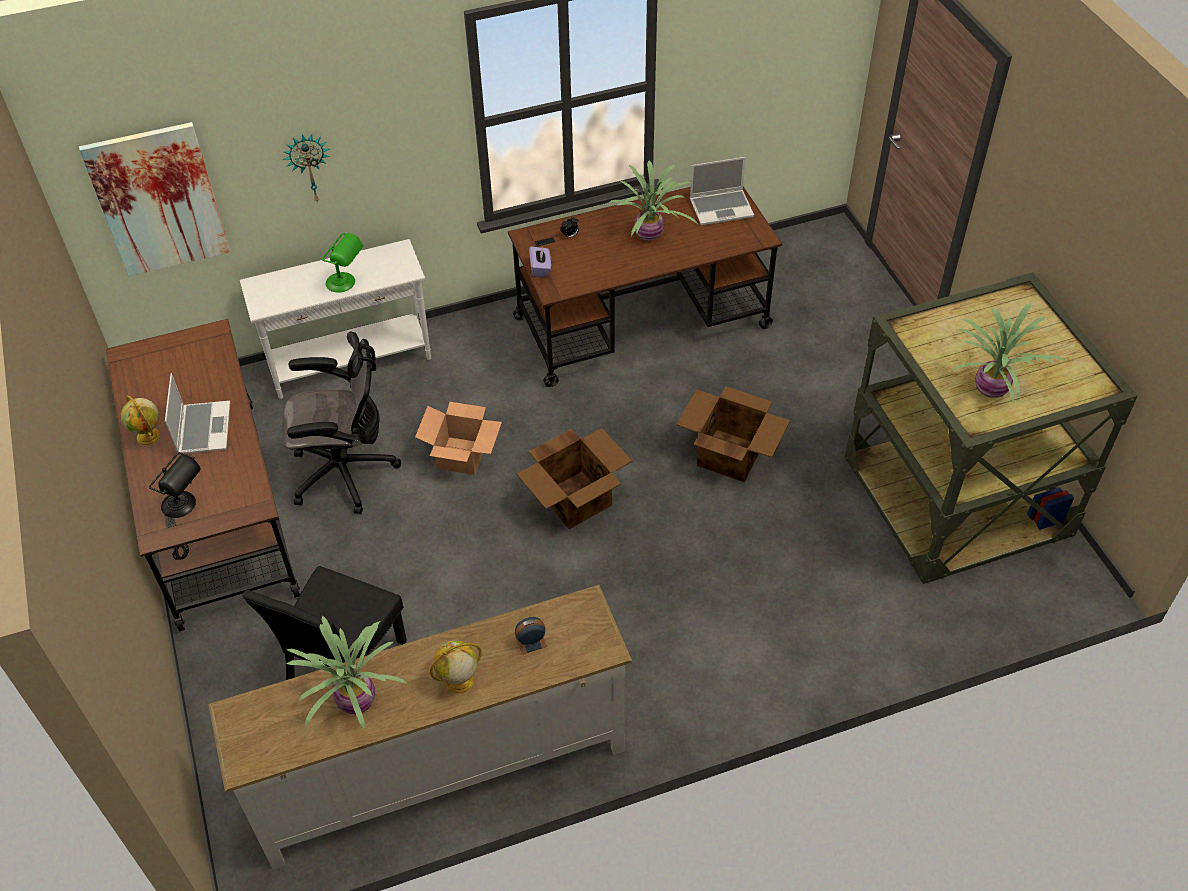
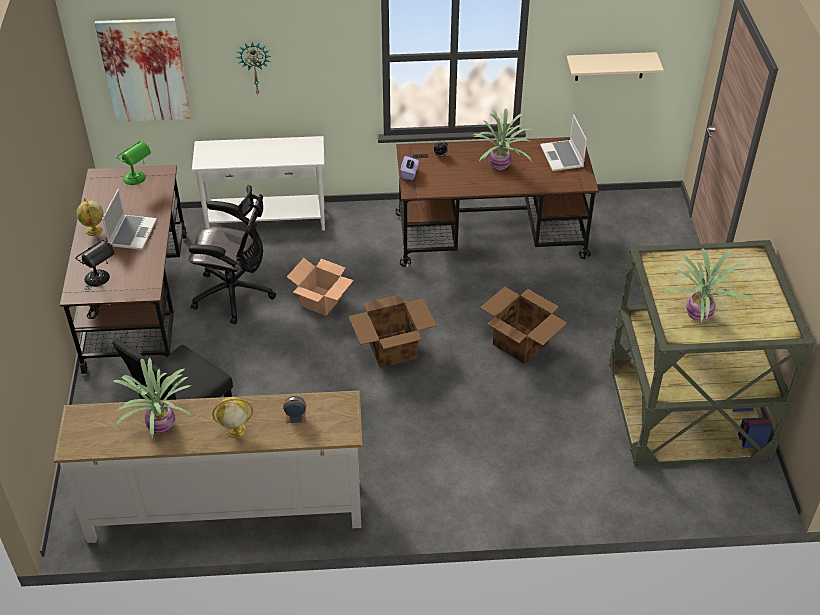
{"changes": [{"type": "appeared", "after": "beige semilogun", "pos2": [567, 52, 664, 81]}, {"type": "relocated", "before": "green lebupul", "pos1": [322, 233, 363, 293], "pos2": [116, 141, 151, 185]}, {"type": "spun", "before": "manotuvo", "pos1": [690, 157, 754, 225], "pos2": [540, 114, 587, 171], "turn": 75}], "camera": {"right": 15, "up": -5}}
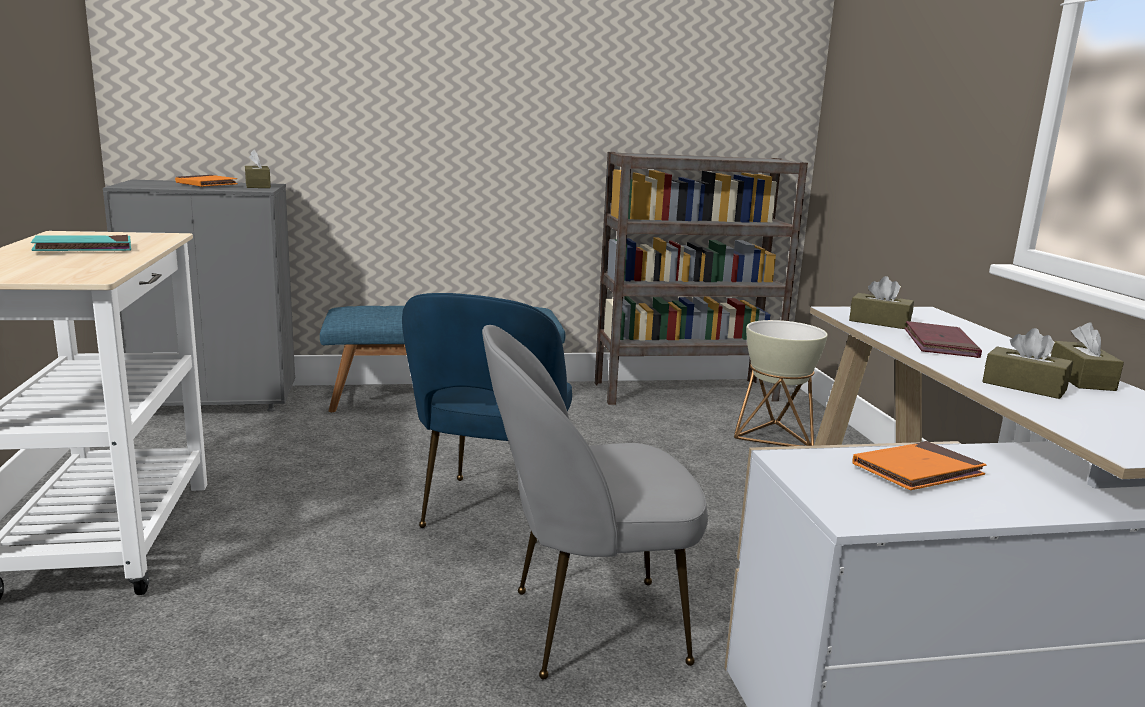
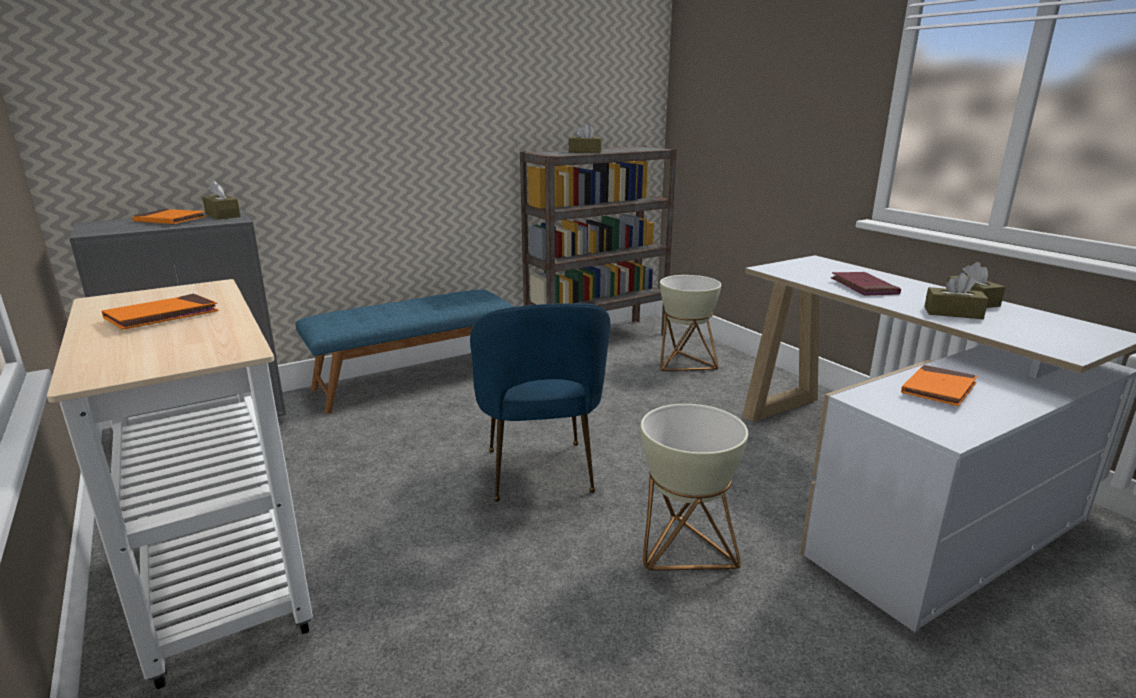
{"changes": [{"type": "relocated", "before": "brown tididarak", "pos1": [849, 276, 914, 329], "pos2": [568, 124, 602, 153]}, {"type": "exchanged", "before": "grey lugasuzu", "after": "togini", "pos1": [482, 325, 708, 680], "pos2": [640, 404, 748, 571]}, {"type": "colour", "before": "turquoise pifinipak", "after": "orange pifinipak", "pos1": [31, 235, 131, 251], "pos2": [102, 294, 219, 330]}], "camera": {"right": -20, "up": 5}}
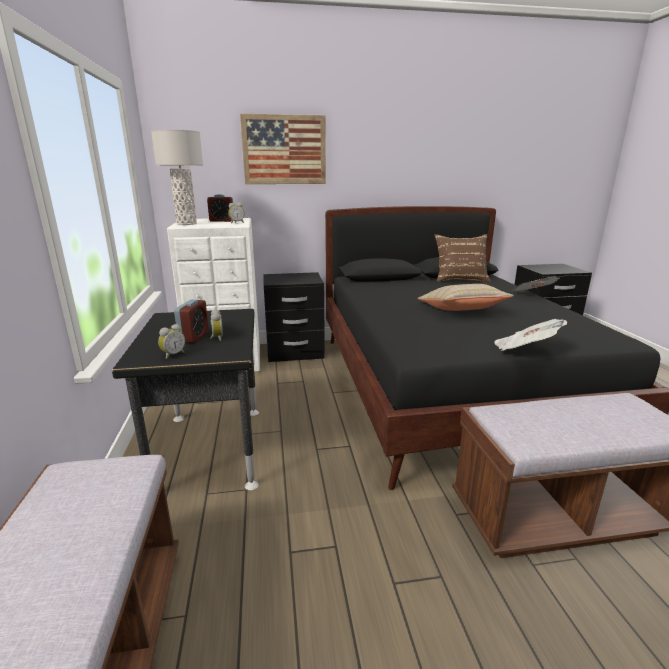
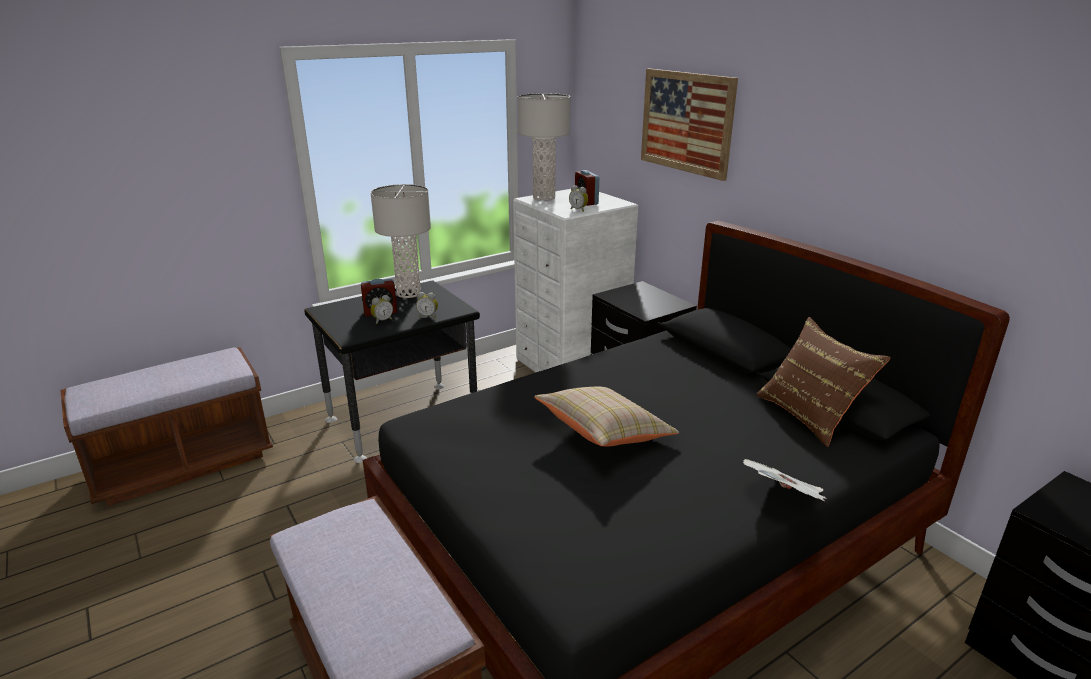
{"changes": [{"type": "missing", "before": "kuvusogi", "pos1": [495, 319, 567, 351]}, {"type": "appeared", "after": "white lebupul", "pos2": [370, 184, 431, 298]}, {"type": "relocated", "before": "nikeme", "pos1": [158, 324, 185, 359], "pos2": [416, 292, 438, 318]}], "camera": {"right": 65, "up": 5}}
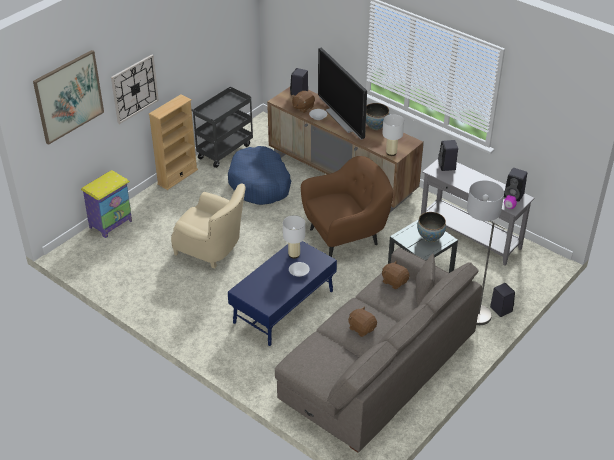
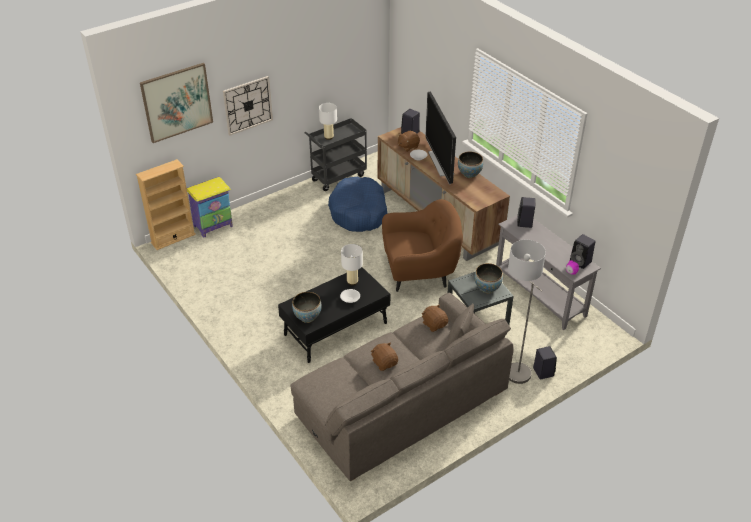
{"changes": [{"type": "missing", "before": "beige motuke", "pos1": [171, 184, 246, 268]}, {"type": "appeared", "after": "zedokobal", "pos2": [292, 292, 322, 323]}, {"type": "relocated", "before": "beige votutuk", "pos1": [149, 94, 198, 190], "pos2": [136, 159, 196, 250]}, {"type": "relocated", "before": "white lebupul", "pos1": [383, 114, 404, 156], "pos2": [319, 103, 337, 140]}, {"type": "colour", "before": "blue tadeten", "after": "black tadeten", "pos1": [228, 241, 337, 346], "pos2": [278, 267, 391, 363]}], "camera": {"right": 15, "up": 0}}
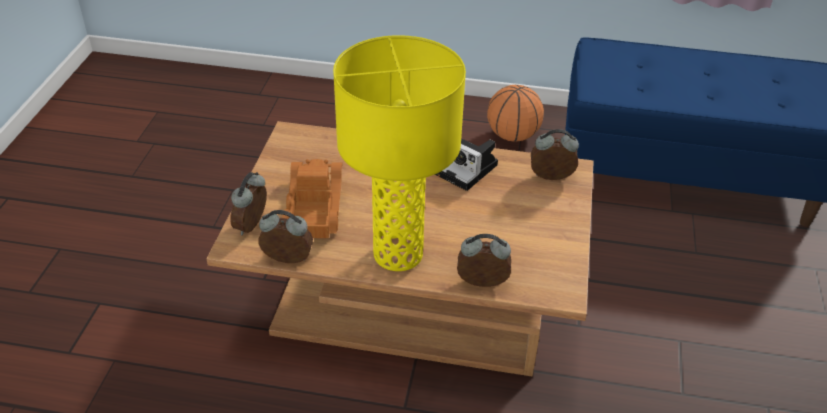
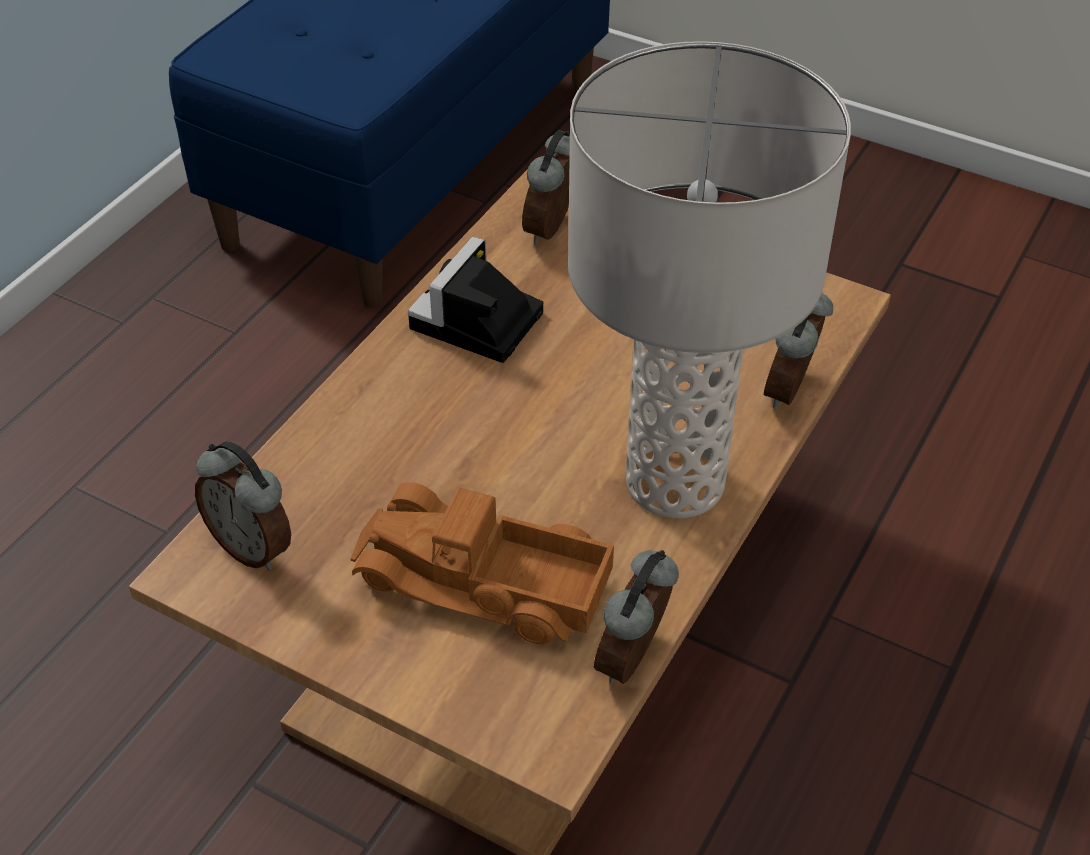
{"changes": [{"type": "missing", "before": "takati", "pos1": [487, 85, 544, 142]}, {"type": "relocated", "before": "nikeme", "pos1": [230, 172, 267, 235], "pos2": [195, 441, 291, 570]}, {"type": "colour", "before": "yellow lebupul", "after": "white lebupul", "pos1": [333, 35, 466, 271], "pos2": [568, 41, 851, 518]}, {"type": "spun", "before": "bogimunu", "pos1": [435, 139, 498, 191], "pos2": [408, 237, 543, 363], "turn": 150}], "camera": {"right": -70, "up": 5}}
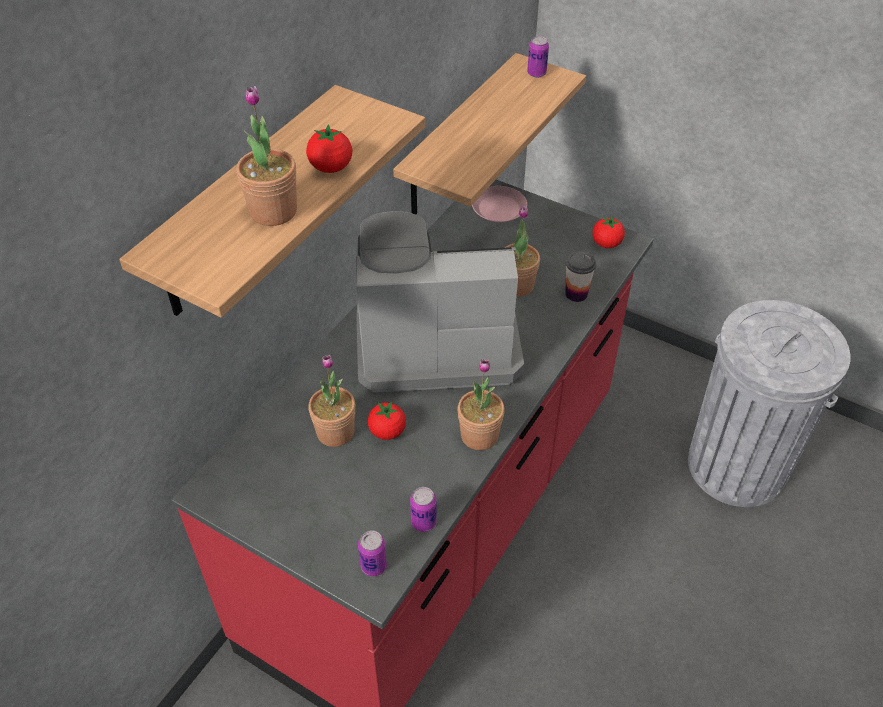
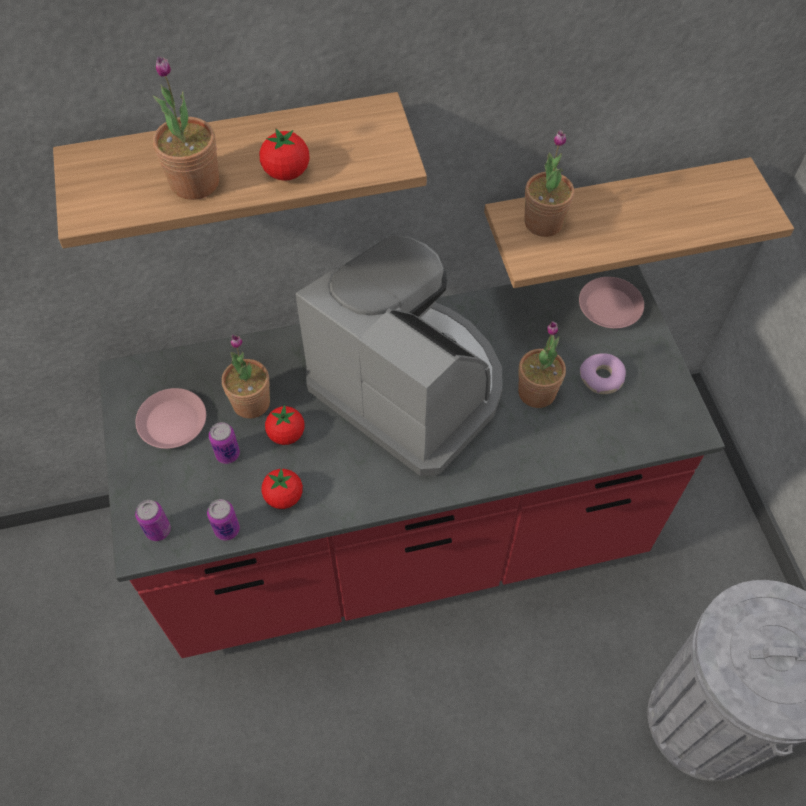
{"changes": [{"type": "missing", "before": "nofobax", "pos1": [565, 251, 596, 302]}, {"type": "appeared", "after": "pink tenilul", "pos2": [136, 388, 206, 449]}, {"type": "appeared", "after": "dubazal", "pos2": [580, 353, 626, 394]}, {"type": "relocated", "before": "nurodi", "pos1": [457, 359, 505, 450], "pos2": [524, 130, 574, 237]}, {"type": "relocated", "before": "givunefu", "pos1": [527, 36, 549, 78], "pos2": [209, 422, 240, 464]}, {"type": "relocated", "before": "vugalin", "pos1": [592, 215, 625, 248], "pos2": [261, 468, 303, 509]}], "camera": {"right": 45, "up": 10}}
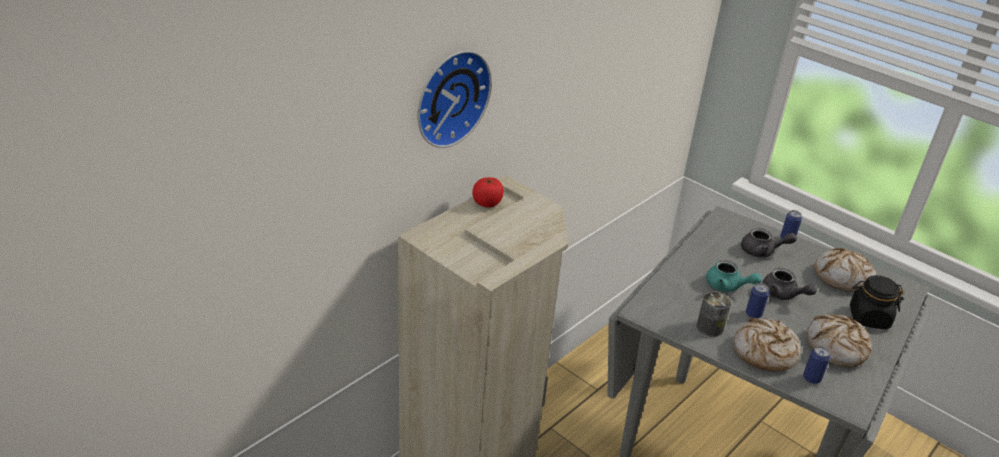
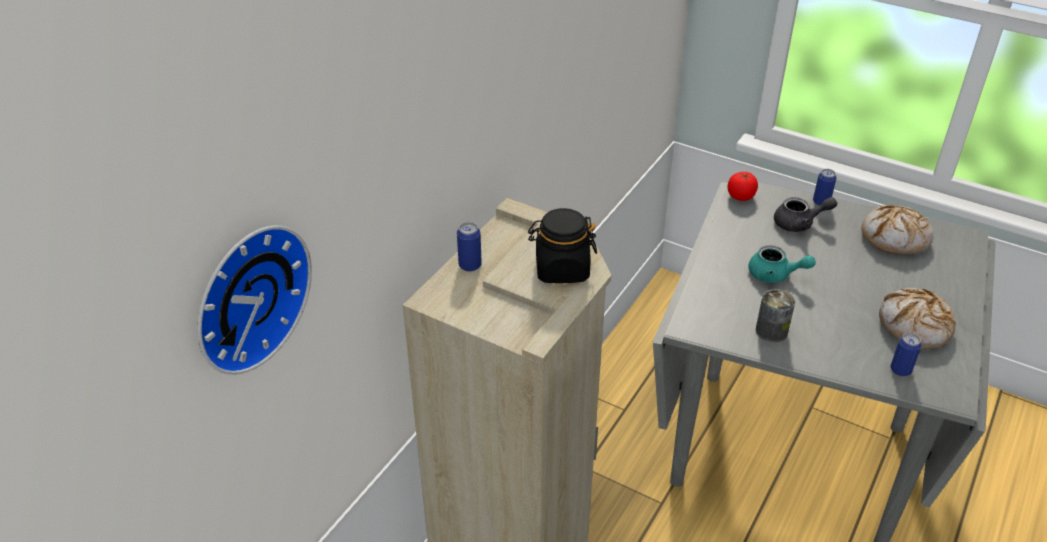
{"changes": [{"type": "missing", "before": "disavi", "pos1": [733, 318, 801, 372]}, {"type": "missing", "before": "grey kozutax", "pos1": [762, 268, 817, 300]}, {"type": "relocated", "before": "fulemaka", "pos1": [417, 50, 492, 148], "pos2": [197, 225, 312, 375]}, {"type": "relocated", "before": "vugalin", "pos1": [472, 177, 504, 207], "pos2": [728, 172, 758, 201]}, {"type": "relocated", "before": "givunefu", "pos1": [746, 283, 769, 318], "pos2": [457, 222, 482, 272]}, {"type": "relocated", "before": "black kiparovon", "pos1": [850, 275, 904, 329], "pos2": [528, 208, 597, 283]}], "camera": {"right": -10, "up": 5}}
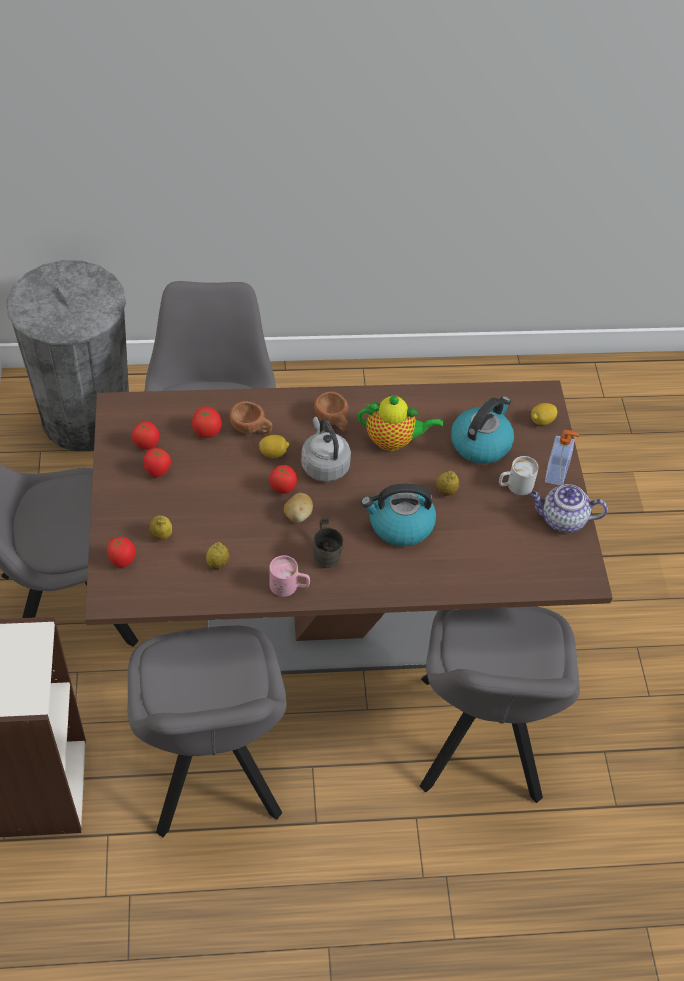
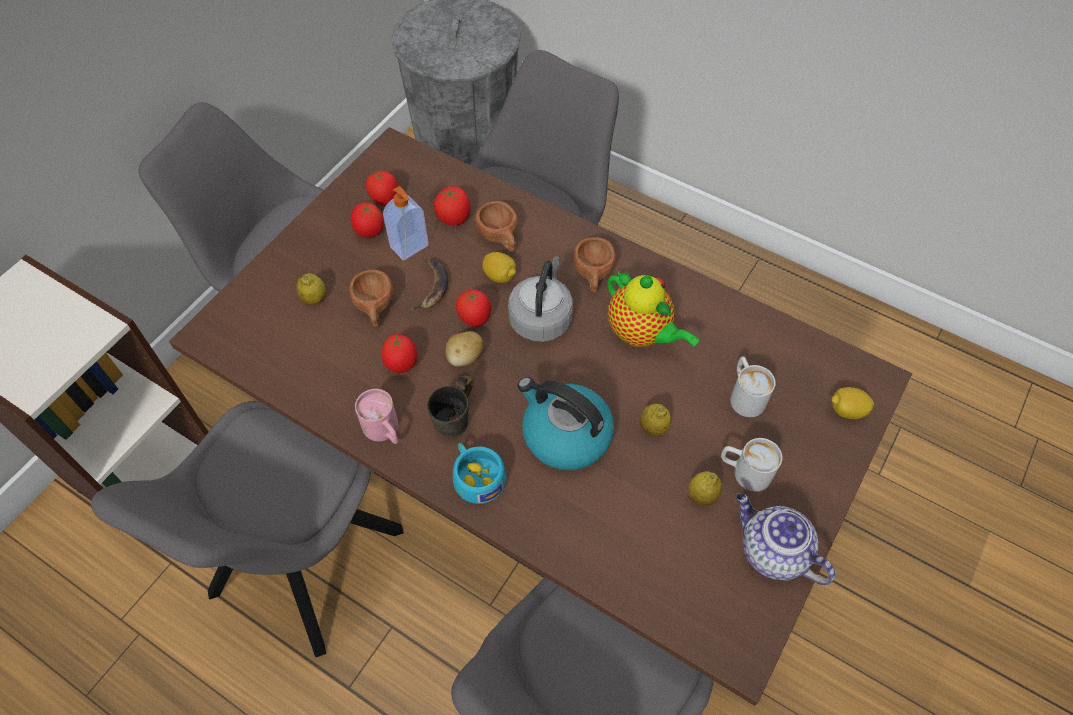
{"changes": [{"type": "appeared", "after": "brown nofobax", "pos2": [349, 269, 393, 328]}, {"type": "appeared", "after": "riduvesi", "pos2": [409, 259, 448, 311]}, {"type": "appeared", "after": "turquoise nofobax", "pos2": [453, 443, 506, 504]}, {"type": "relocated", "before": "vugalin", "pos1": [107, 537, 136, 567], "pos2": [381, 334, 417, 373]}, {"type": "relocated", "before": "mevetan", "pos1": [206, 542, 229, 569], "pos2": [688, 471, 722, 506]}, {"type": "relocated", "before": "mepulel", "pos1": [545, 430, 579, 486], "pos2": [383, 186, 429, 260]}, {"type": "exchanged", "before": "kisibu", "after": "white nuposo", "pos1": [451, 396, 514, 464], "pos2": [730, 357, 776, 417]}], "camera": {"right": 40, "up": 5}}
